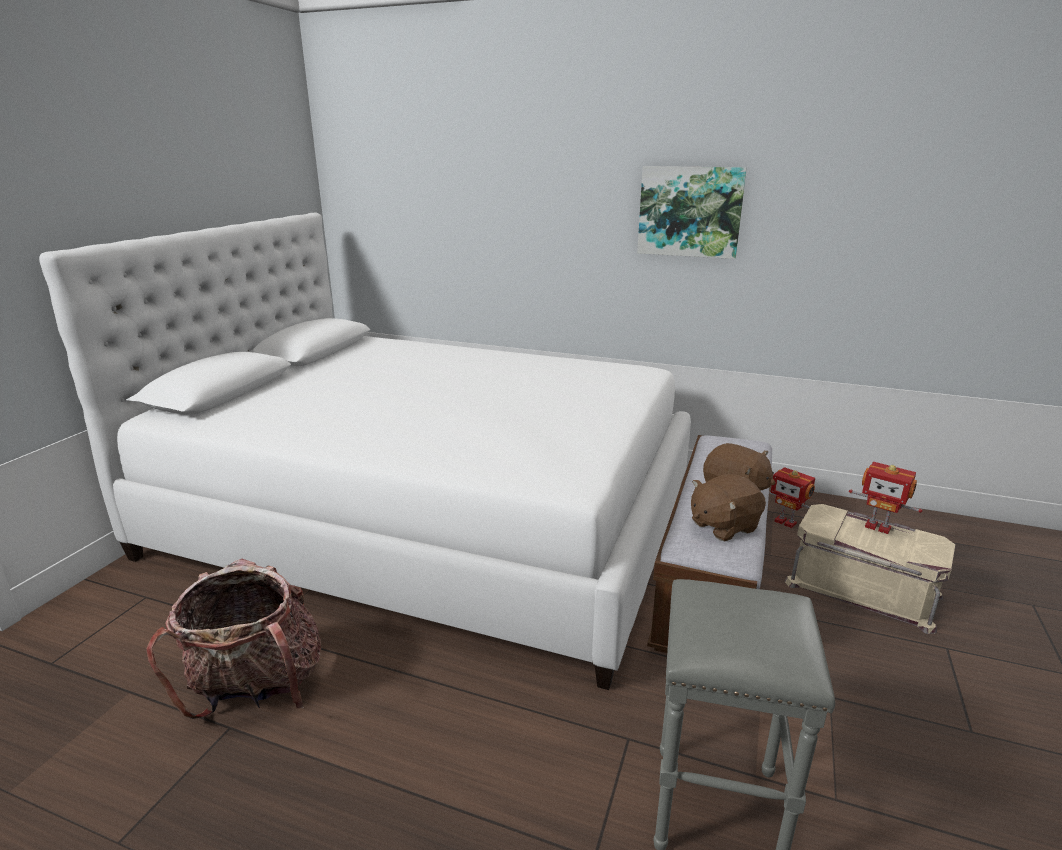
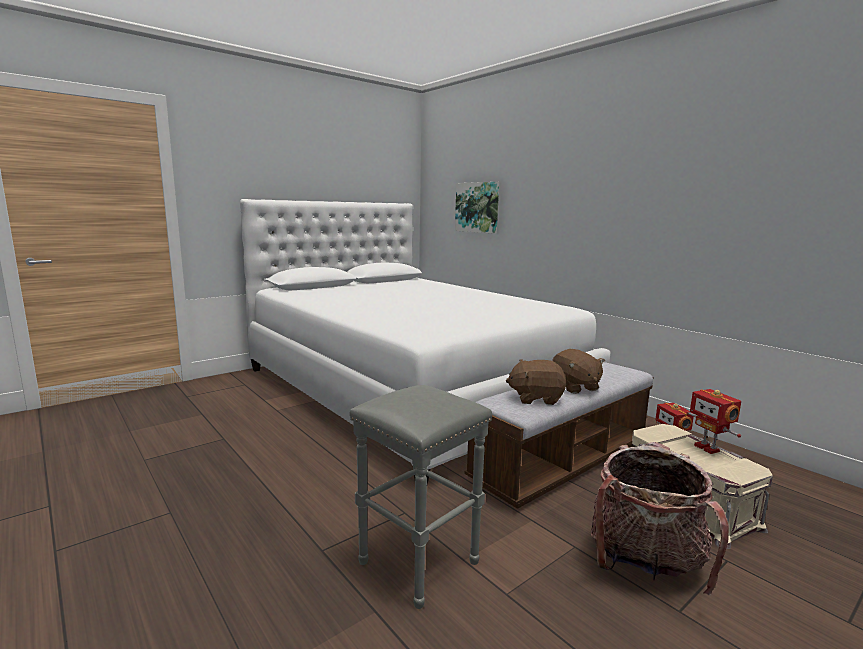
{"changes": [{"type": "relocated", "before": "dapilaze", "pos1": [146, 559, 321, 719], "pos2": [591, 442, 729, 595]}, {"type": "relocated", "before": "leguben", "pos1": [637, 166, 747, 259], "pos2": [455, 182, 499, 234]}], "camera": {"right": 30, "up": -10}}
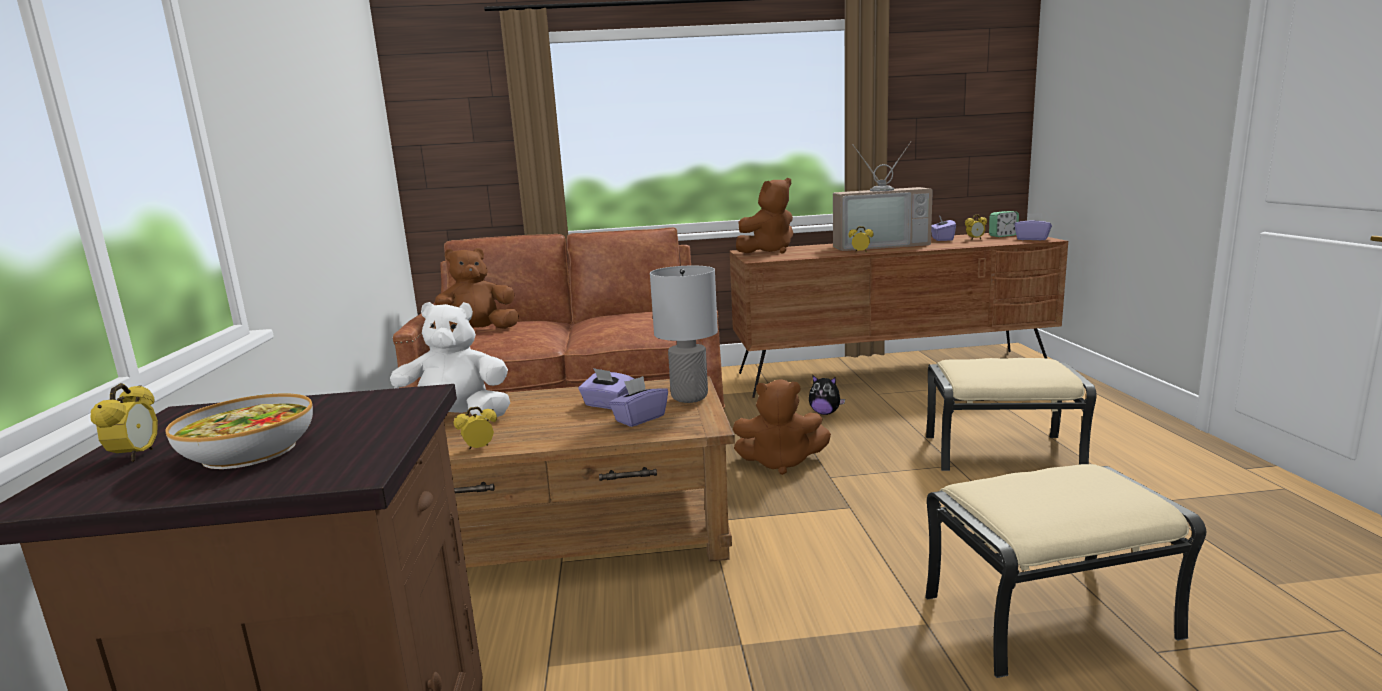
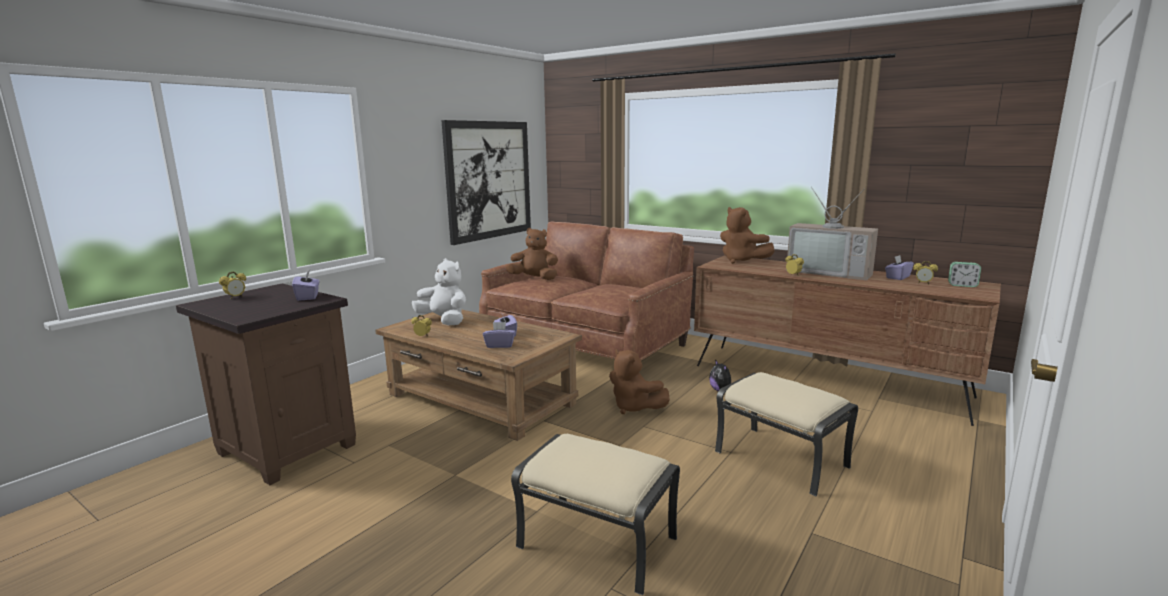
{"changes": [{"type": "missing", "before": "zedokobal", "pos1": [166, 393, 313, 469]}, {"type": "missing", "before": "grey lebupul", "pos1": [650, 266, 718, 403]}, {"type": "appeared", "after": "leguben", "pos2": [442, 120, 531, 245]}, {"type": "relocated", "before": "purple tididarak", "pos1": [1014, 213, 1052, 240], "pos2": [292, 270, 320, 301]}, {"type": "spun", "before": "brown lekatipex", "pos1": [736, 178, 793, 253], "pos2": [720, 207, 775, 264], "turn": 45}], "camera": {"right": 40, "up": 0}}
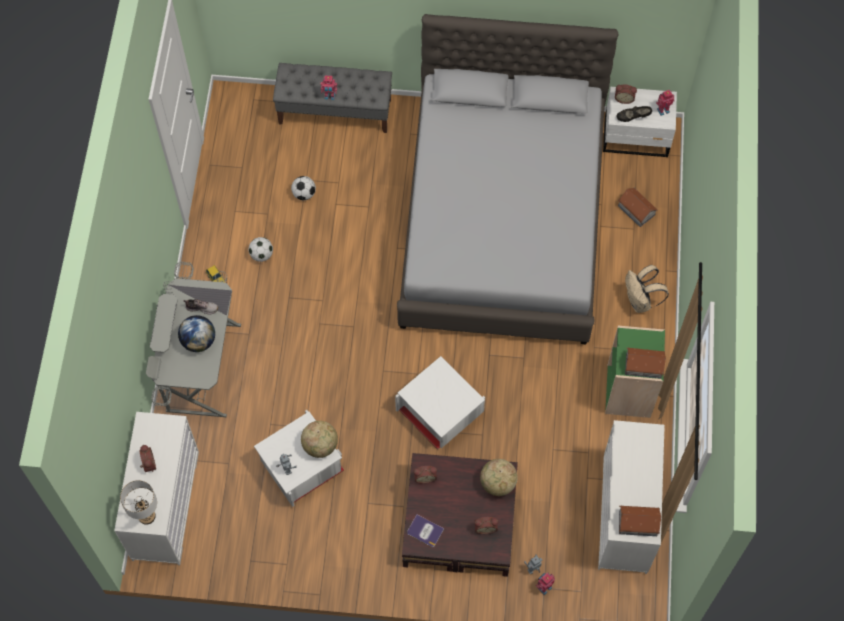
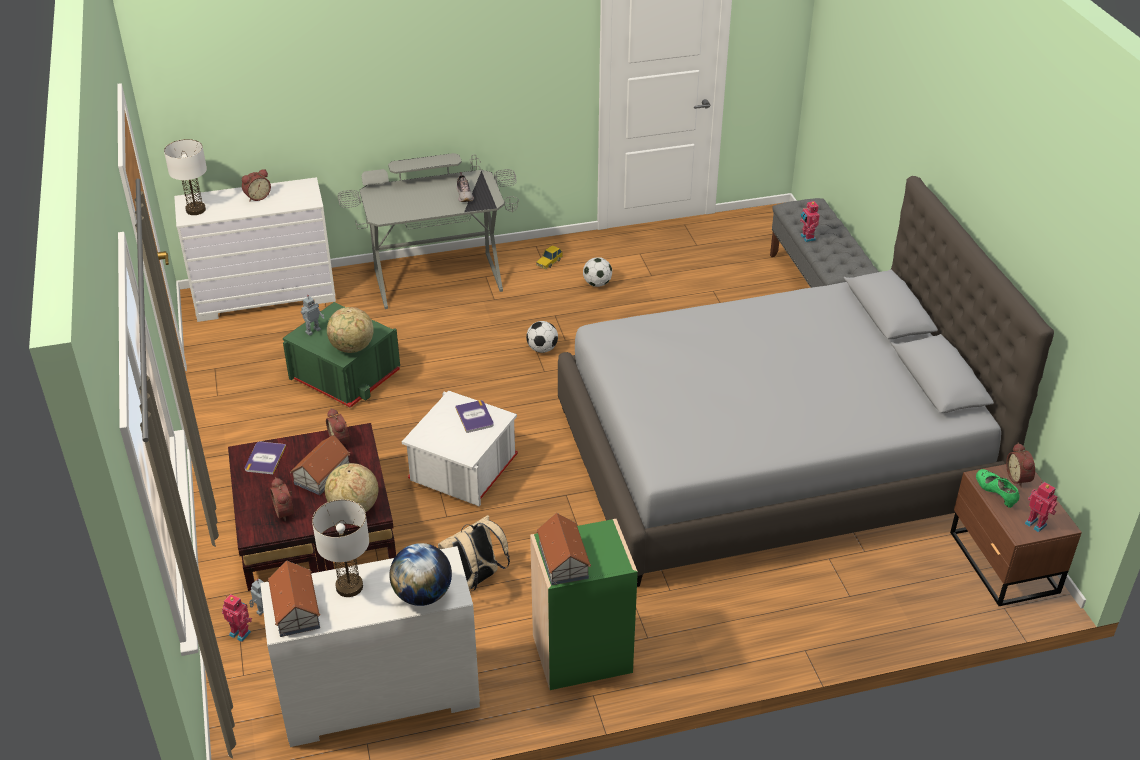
{"changes": [{"type": "appeared", "after": "lebupul", "pos2": [312, 499, 369, 597]}, {"type": "appeared", "after": "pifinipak", "pos2": [455, 400, 494, 433]}, {"type": "relocated", "before": "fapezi", "pos1": [178, 315, 215, 352], "pos2": [389, 543, 452, 606]}, {"type": "relocated", "before": "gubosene", "pos1": [291, 176, 316, 200], "pos2": [526, 321, 558, 353]}, {"type": "relocated", "before": "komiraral", "pos1": [618, 188, 658, 227], "pos2": [290, 435, 350, 495]}, {"type": "relocated", "before": "beige dapilaze", "pos1": [625, 265, 669, 313], "pos2": [438, 515, 510, 591]}, {"type": "colour", "before": "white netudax", "after": "green netudax", "pos1": [254, 410, 344, 507], "pos2": [283, 302, 400, 408]}, {"type": "colour", "before": "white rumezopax", "after": "brown rumezopax", "pos1": [603, 87, 677, 157], "pos2": [950, 464, 1082, 606]}, {"type": "colour", "before": "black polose", "after": "green polose", "pos1": [617, 106, 652, 122], "pos2": [976, 469, 1020, 508]}], "camera": {"right": 70, "up": -25}}
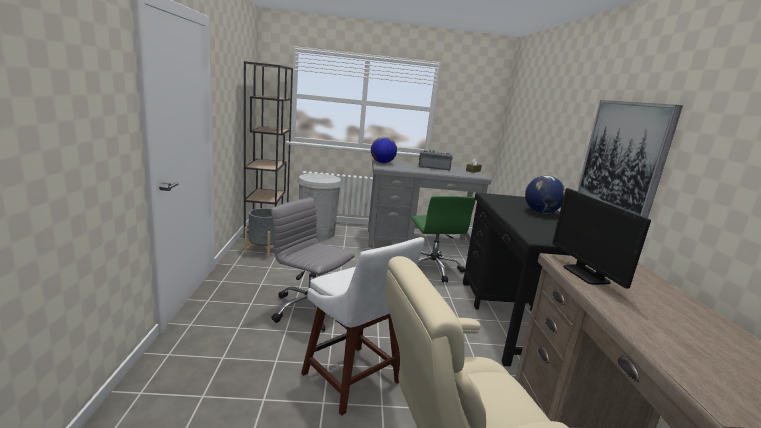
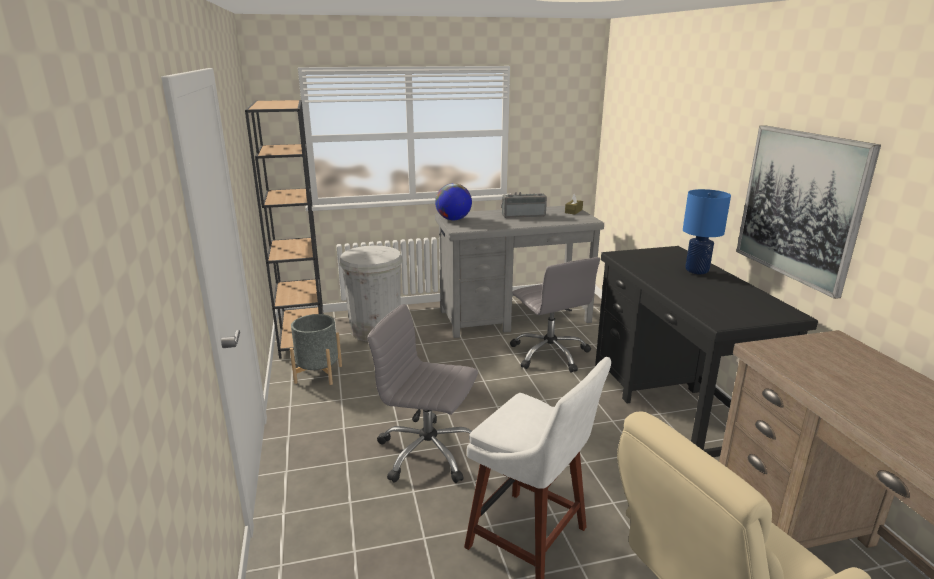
{"changes": [{"type": "missing", "before": "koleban", "pos1": [552, 188, 651, 289]}, {"type": "exchanged", "before": "fapezi", "after": "blue lebupul", "pos1": [525, 176, 565, 214], "pos2": [683, 189, 731, 275]}, {"type": "colour", "before": "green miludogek", "after": "grey miludogek", "pos1": [411, 196, 476, 282], "pos2": [510, 257, 600, 373]}], "camera": {"right": -10, "up": 5}}
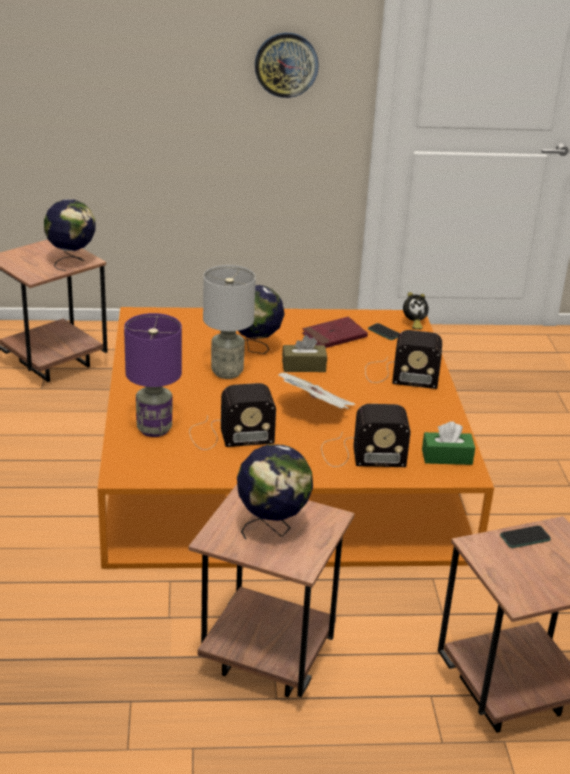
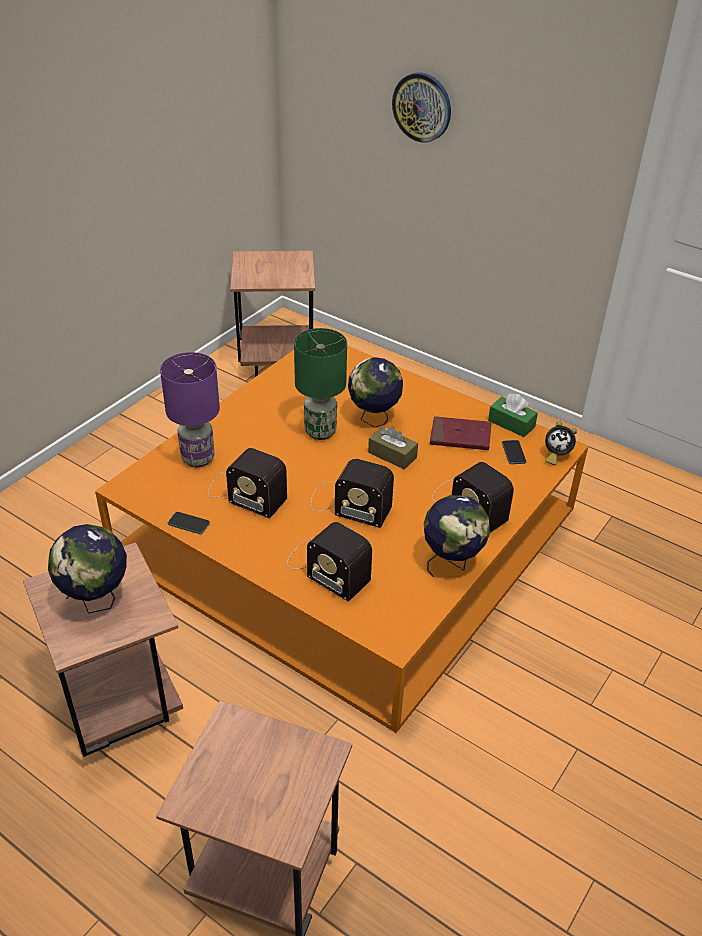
{"changes": [{"type": "relocated", "before": "fapezi", "pos1": [44, 199, 95, 271], "pos2": [424, 495, 490, 578]}, {"type": "relocated", "before": "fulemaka", "pos1": [255, 33, 319, 98], "pos2": [392, 72, 451, 143]}, {"type": "relocated", "before": "green tididarak", "pos1": [422, 421, 475, 465], "pos2": [488, 394, 538, 437]}, {"type": "relocated", "before": "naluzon", "pos1": [500, 526, 551, 548], "pos2": [168, 512, 210, 534]}, {"type": "exchanged", "before": "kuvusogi", "after": "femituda", "pos1": [278, 373, 355, 409], "pos2": [311, 459, 394, 528]}, {"type": "colour", "before": "grey lebupul", "after": "green lebupul", "pos1": [203, 265, 256, 379], "pos2": [294, 328, 347, 440]}], "camera": {"right": 40, "up": 10}}
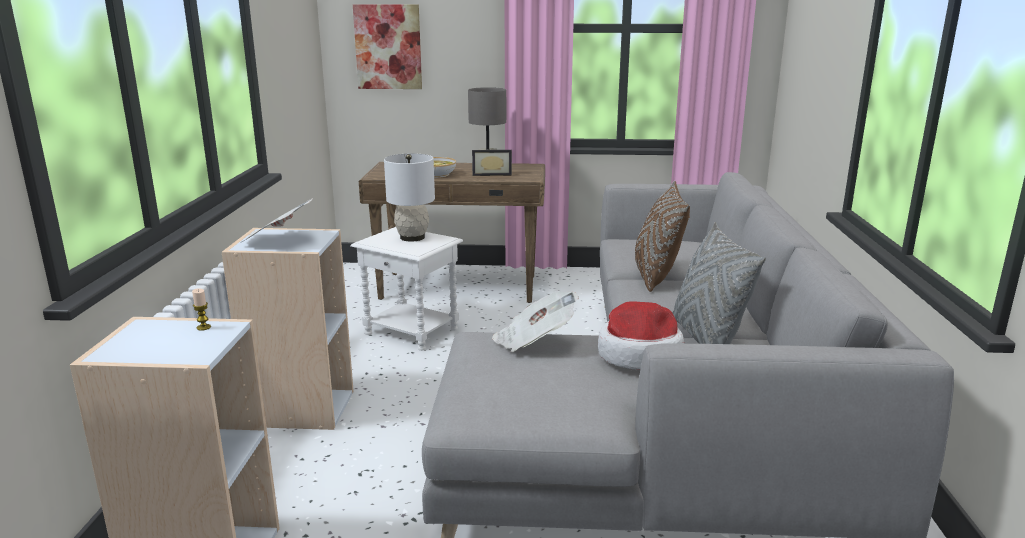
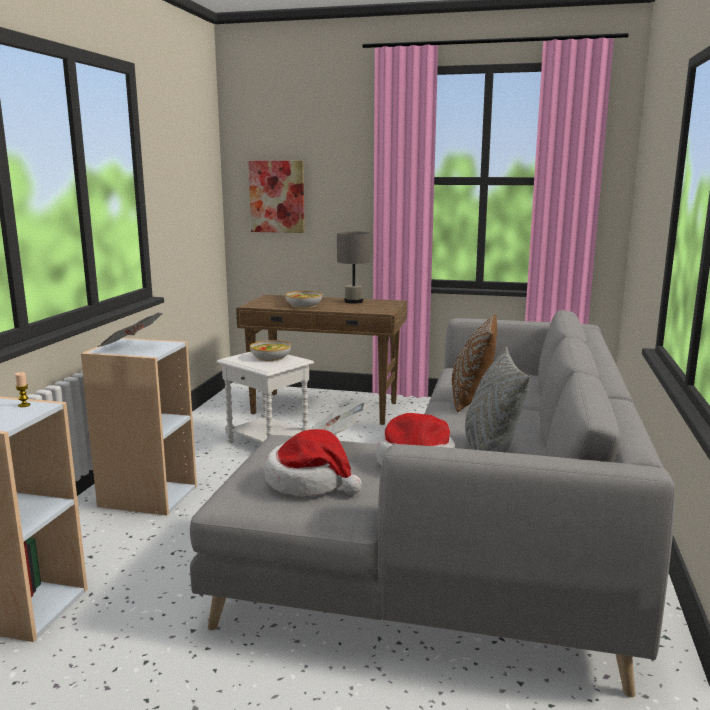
{"changes": [{"type": "missing", "before": "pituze", "pos1": [472, 150, 512, 176]}, {"type": "appeared", "after": "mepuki", "pos2": [265, 429, 362, 496]}, {"type": "exchanged", "before": "white lebupul", "after": "zedokobal", "pos1": [384, 153, 435, 241], "pos2": [250, 340, 291, 361]}], "camera": {"right": 10, "up": -5}}
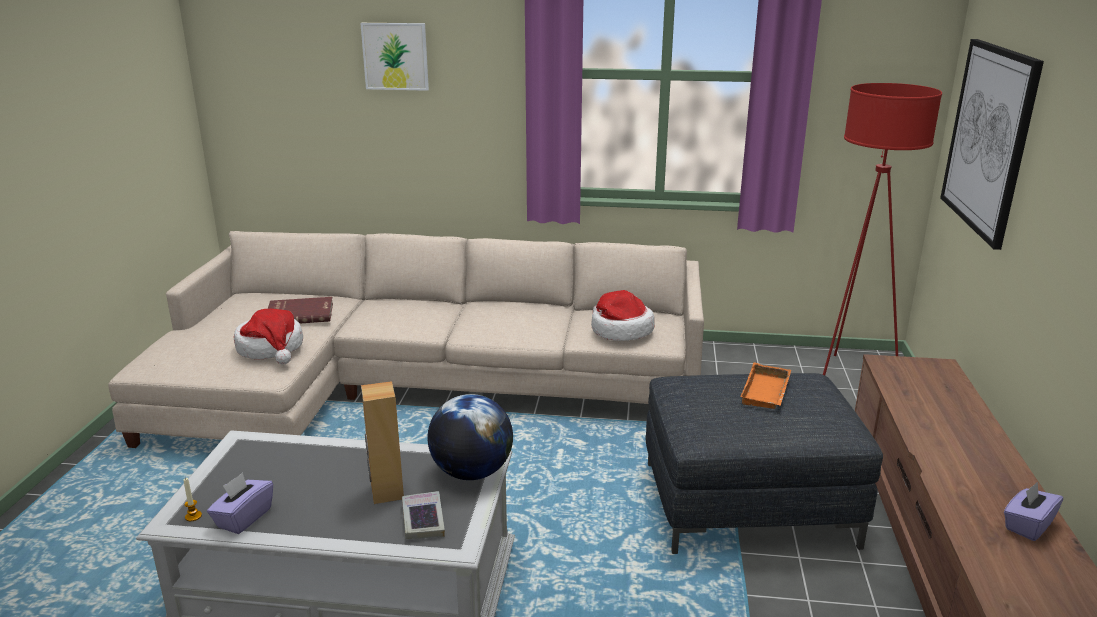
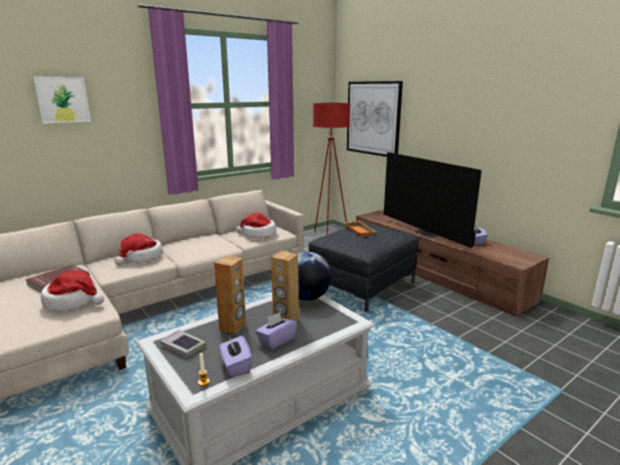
{"changes": [{"type": "appeared", "after": "mepuki", "pos2": [115, 233, 163, 265]}, {"type": "appeared", "after": "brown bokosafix", "pos2": [214, 256, 246, 334]}, {"type": "appeared", "after": "purple tididarak", "pos2": [256, 312, 297, 350]}, {"type": "appeared", "after": "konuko", "pos2": [384, 152, 482, 248]}, {"type": "relocated", "before": "pifinipak", "pos1": [402, 491, 445, 539], "pos2": [160, 329, 206, 357]}], "camera": {"right": -45, "up": -5}}
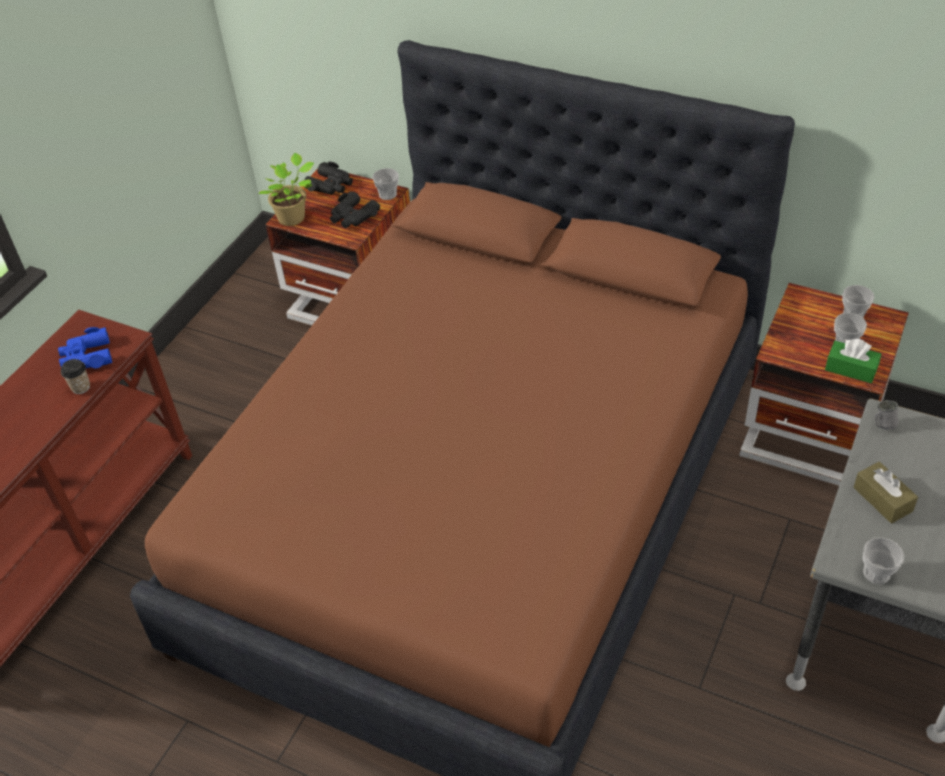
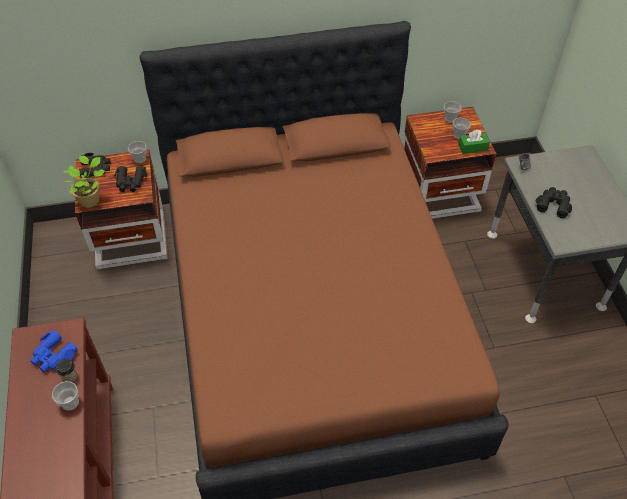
{"changes": [{"type": "relocated", "before": "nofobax", "pos1": [863, 537, 904, 584], "pos2": [52, 381, 79, 411]}, {"type": "exchanged", "before": "brown tididarak", "after": "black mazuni", "pos1": [854, 462, 918, 523], "pos2": [536, 187, 572, 218]}], "camera": {"right": -40, "up": 5}}
